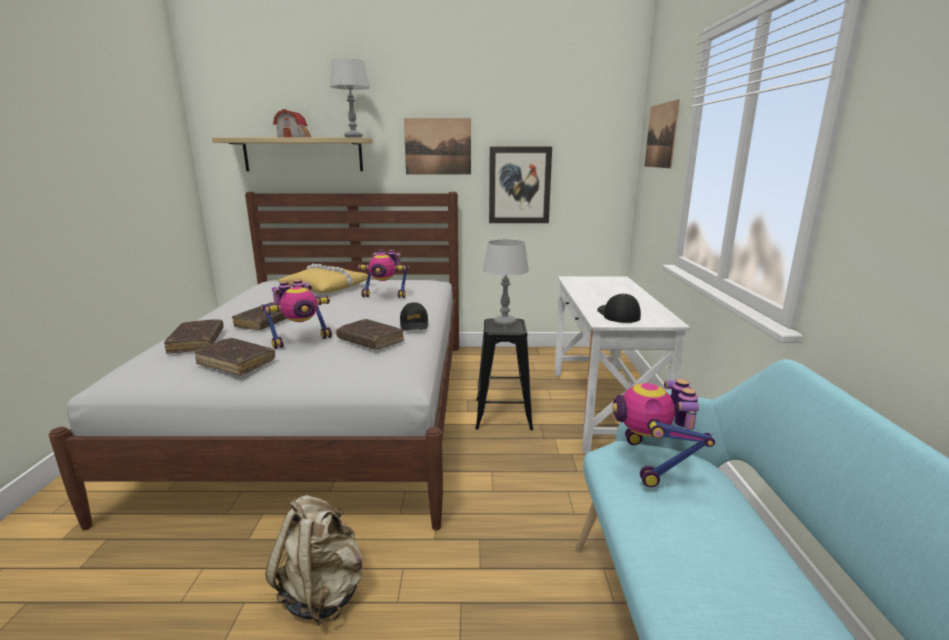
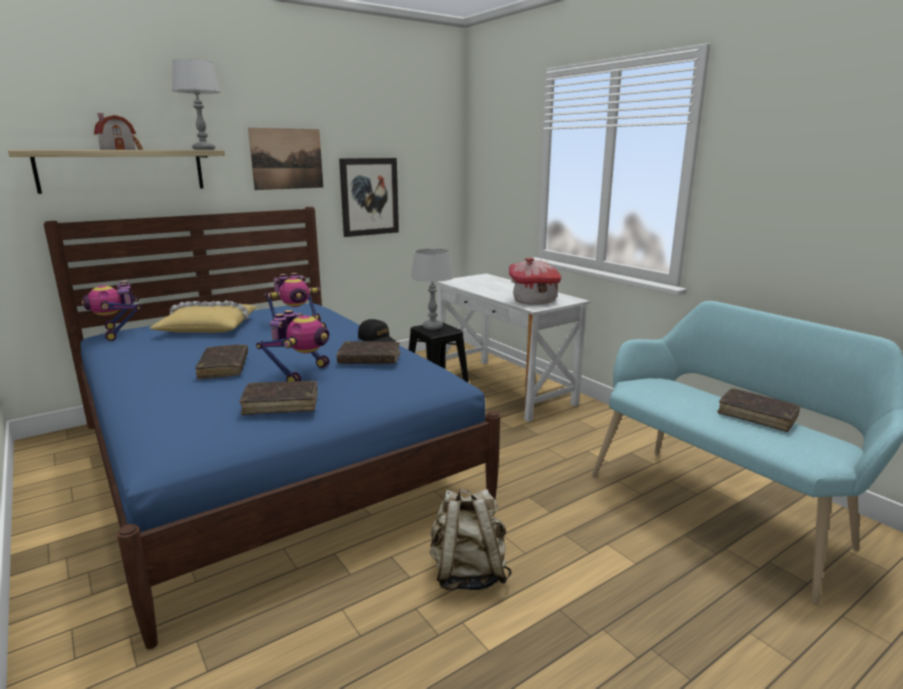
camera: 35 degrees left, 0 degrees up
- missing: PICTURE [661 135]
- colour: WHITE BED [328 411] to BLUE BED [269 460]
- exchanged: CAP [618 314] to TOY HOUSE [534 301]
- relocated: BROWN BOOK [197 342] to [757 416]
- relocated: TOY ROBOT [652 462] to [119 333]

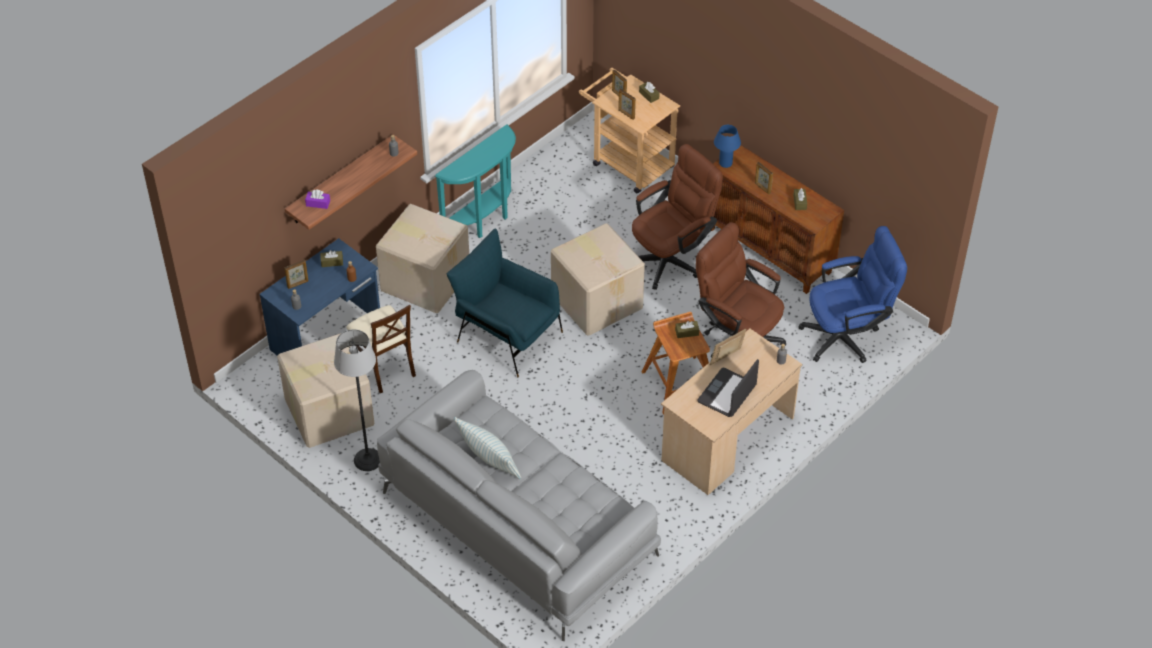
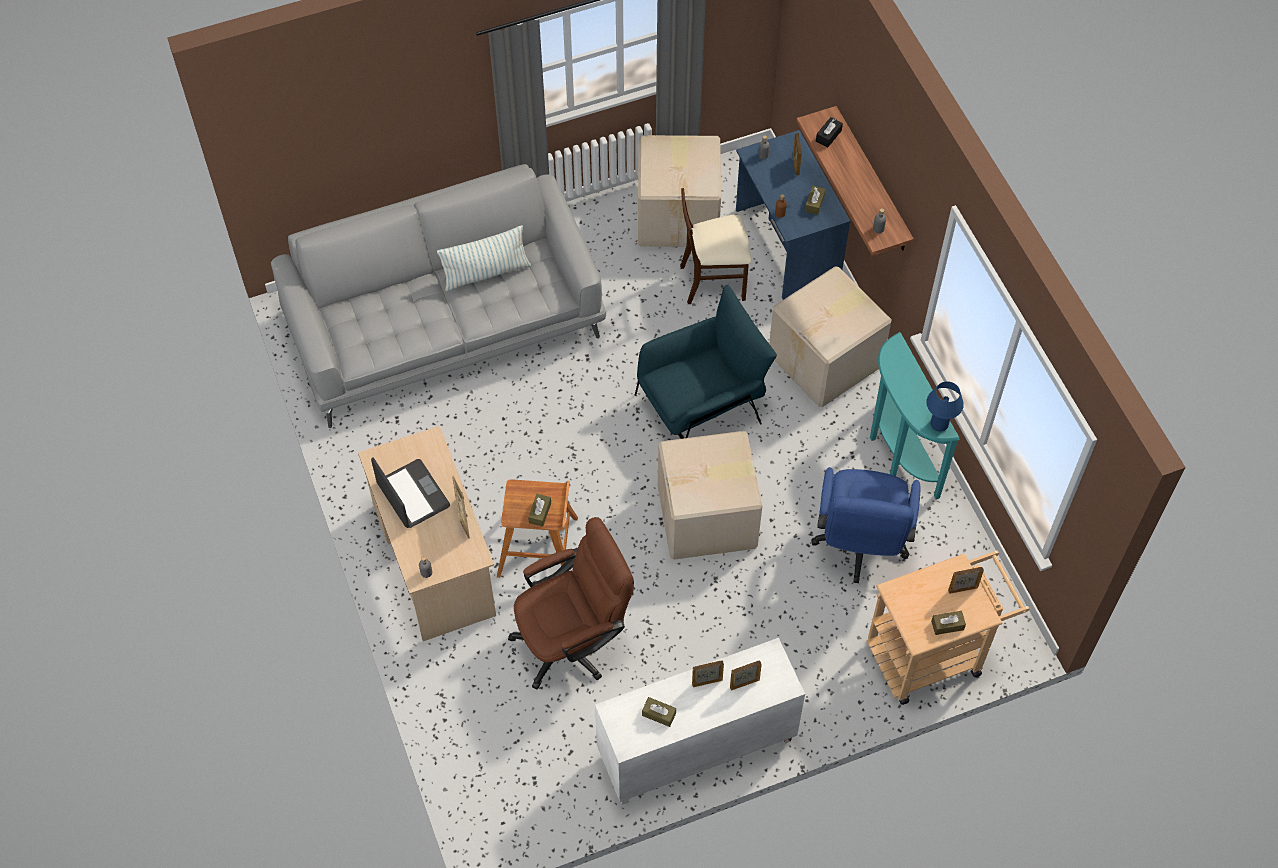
camera: 115 degrees right, 10 degrees up
- relocated: PICTURE FRAME [626 114] to [744 683]
- relocated: BLUE TABLE LAMP [725 163] to [939 424]
- missing: BROWN OFFICE CHAIR [672 258]
- colour: BROWN CABINET [770 250] to WHITE CABINET [695 750]
- colour: PURPLE TISSUE BOX [318 203] to BLACK TISSUE BOX [828 136]
- relocated: BLUE OFFICE CHAIR [847 336] to [859 546]
- missing: FLOOR LAMP [367 459]

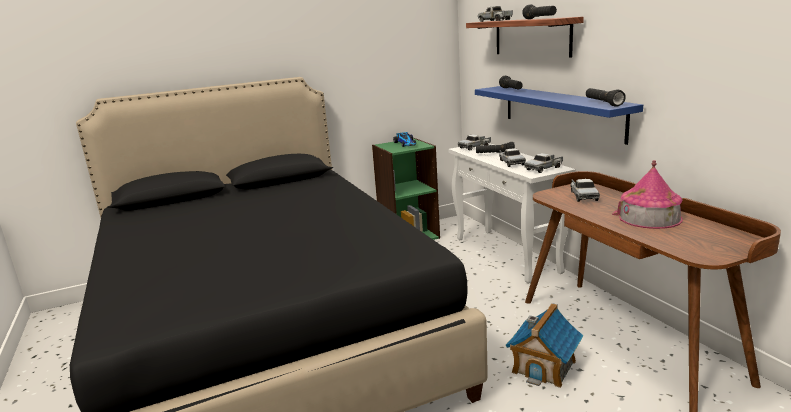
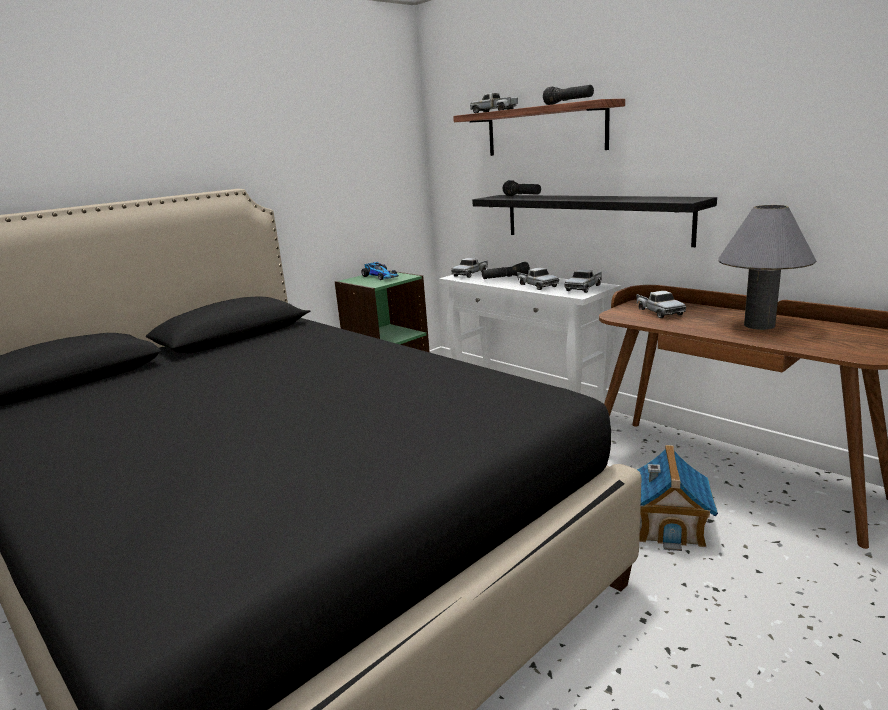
camera: 20 degrees left, 0 degrees up
- colour: BLUE SHELF [560 111] to BLACK SHELF [593 218]
- missing: BLACK FLASHLIGHT [603 103]
- exchanged: TOY HOUSE [649 217] to GREY TABLE LAMP [759 325]

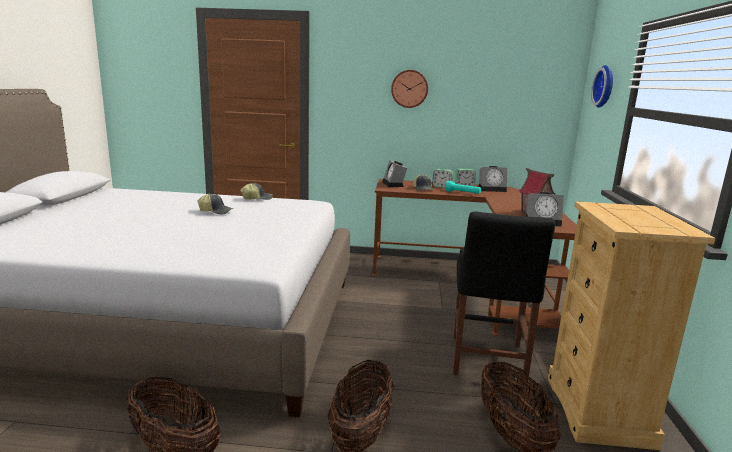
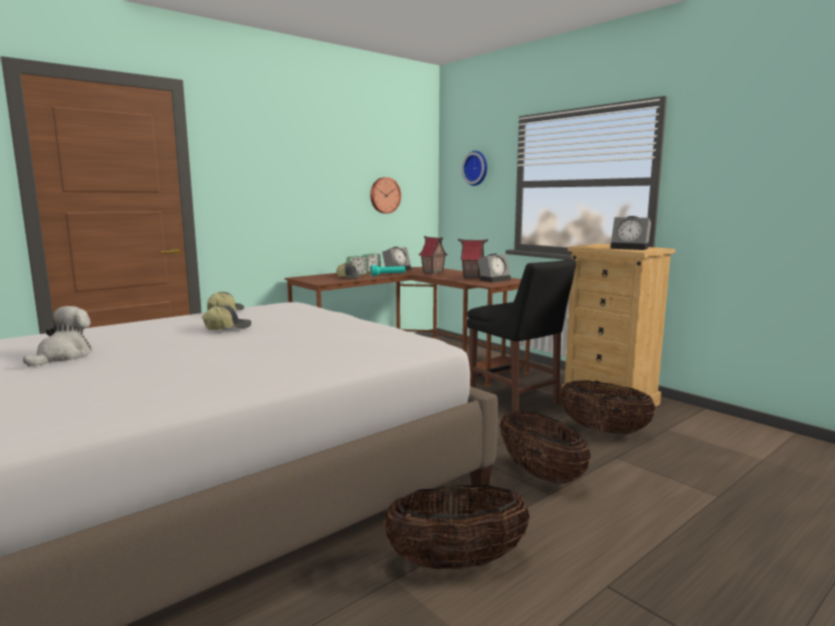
camera: 45 degrees left, 5 degrees down
- relocated: WALL CLOCK [409 89] to [384 195]
- relocated: ALARM CLOCK [394 184] to [631 248]
- appeared: TOY HOUSE [432 272]
- appeared: PLUSH TOY [63 356]

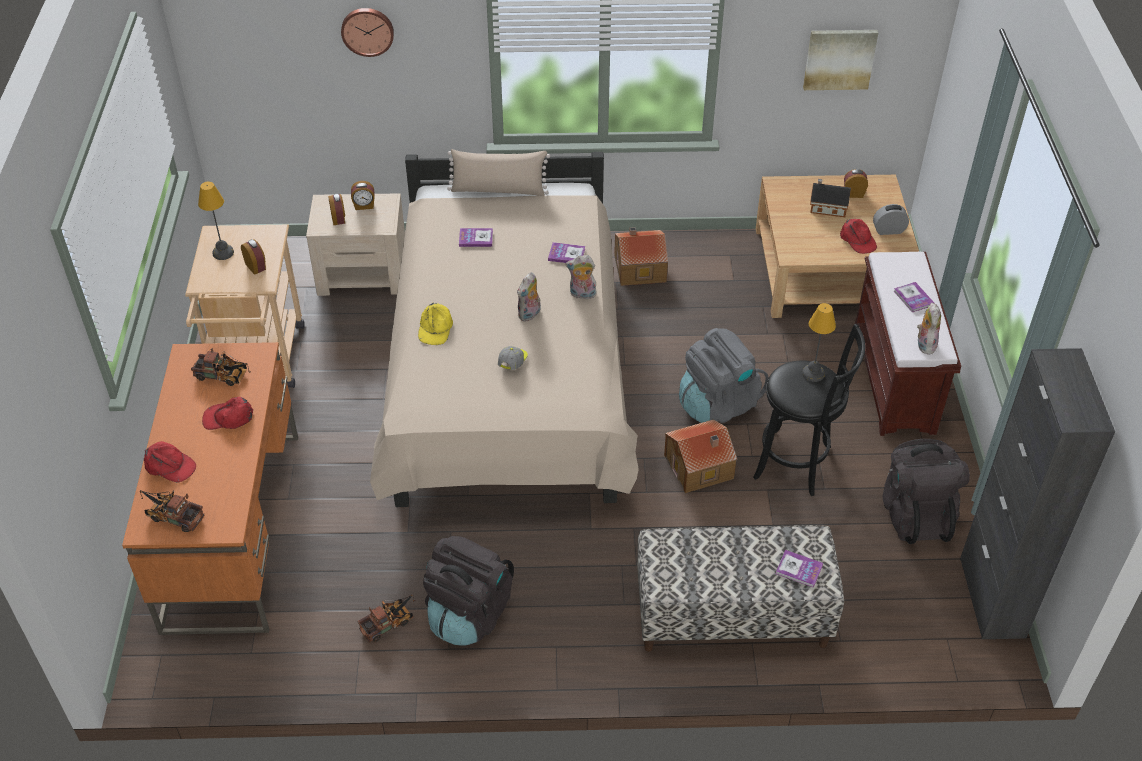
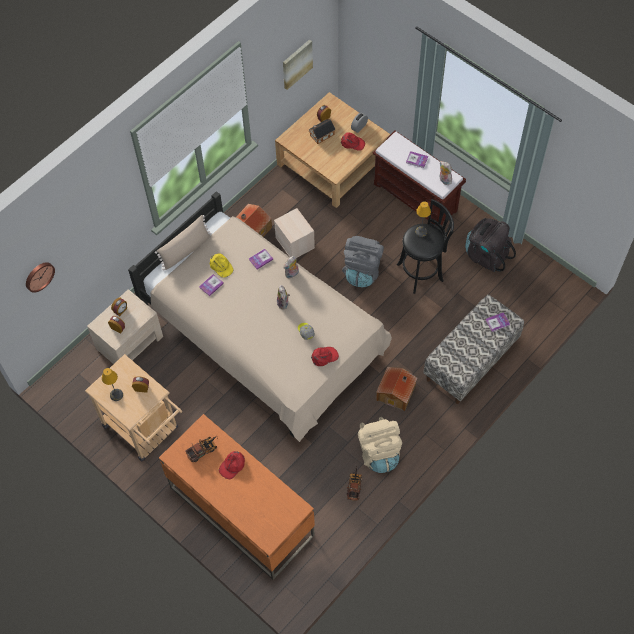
camera: 45 degrees left, 15 degrees up
- relocated: WALL CLOCK [367 30] to [39 276]
- relocated: YELLOW CAP [435 328] to [221 266]
- missing: BLACK CABINET [992 597]
- relocated: TOY HOUSE [700 467] to [396 392]
- relocated: RED CAP [170 466] to [324 356]
- missing: TOY TRUCK [172 516]
- colour: BLACK BACKPACK [469 614] to BEIGE BACKPACK [379 452]
- appeared: BEIGE STORAGE BOX [295 243]

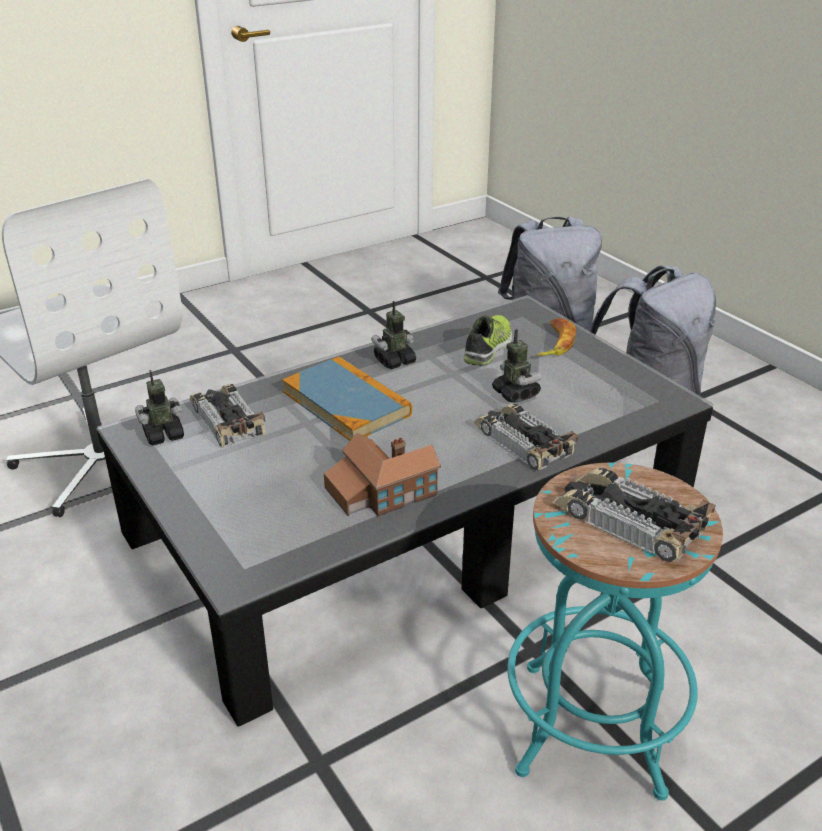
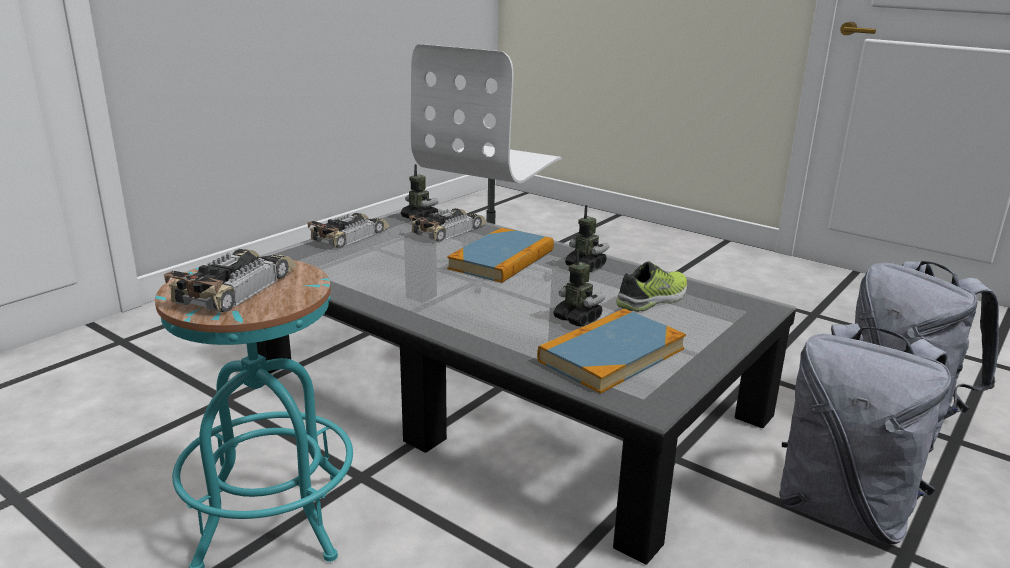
camera: 70 degrees right, 10 degrees down
- spun: SHOE [489 347] = [653 299] 45 degrees counterclockwise
- missing: BANANA [554 343]
- spun: TOY ROBOT [515 393] = [577 319] 90 degrees counterclockwise
- relocated: TOY CAR [522 441] to [351 235]
- missing: TOY HOUSE [380 492]
- appeared: BOOK [611 355]

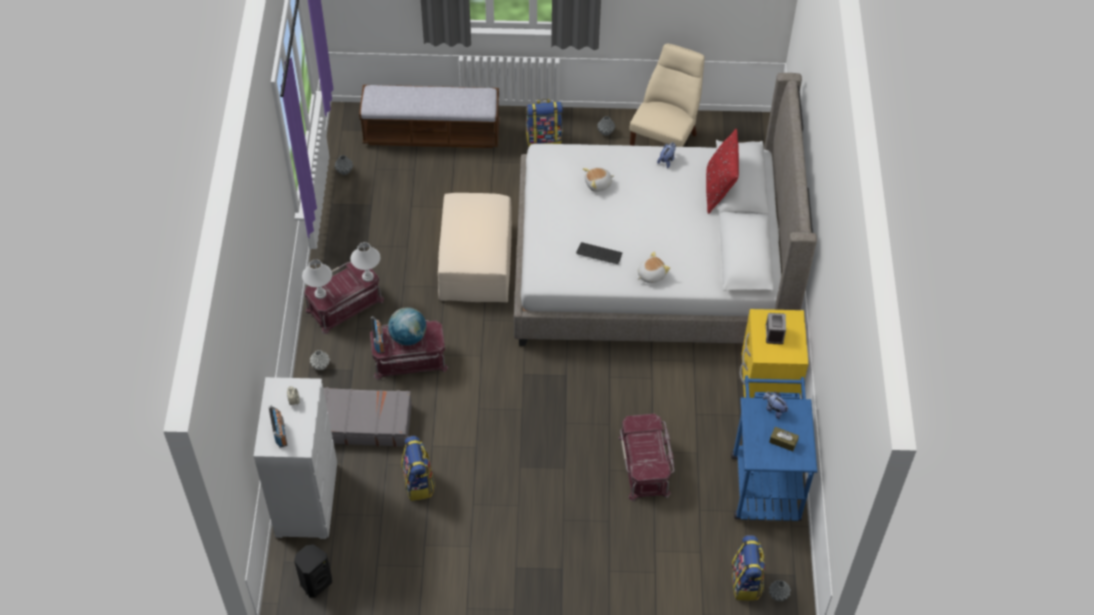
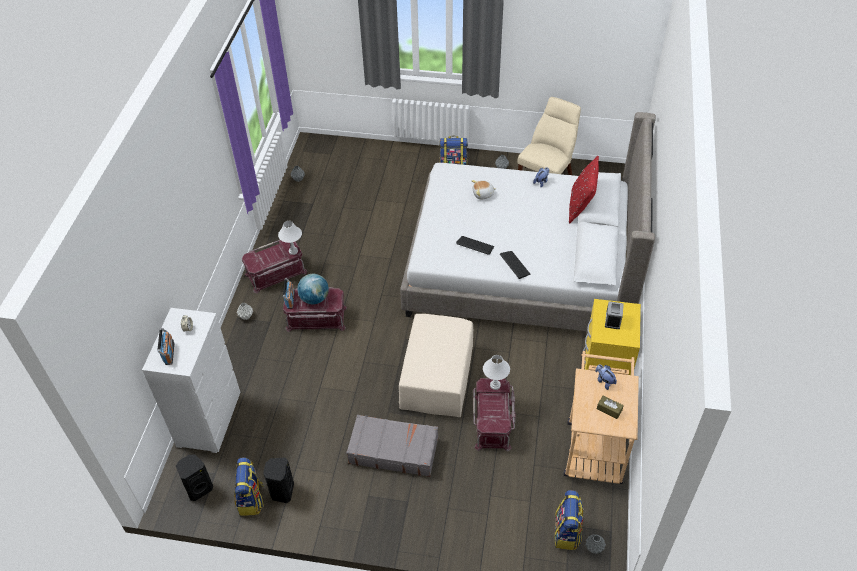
camera: 10 degrees right, 5 degrees down
- missing: BENCH [432 134]
- relocated: BEIGE OTTOMAN [476 262] to [437 377]
- exchanged: PLUSH TOY [650 274] to KEYBOARD [515 265]
- relocated: WHITE TABLE LAMP [320 294] to [495 385]
- colour: BLUE CART [764 479] to BEIGE CART [594 445]
- relocated: GREY SUITCASE [362 423] to [393 450]
- relocated: BACKPACK [419 482] to [251 499]
- appeared: BLACK SPEAKER [282 491]

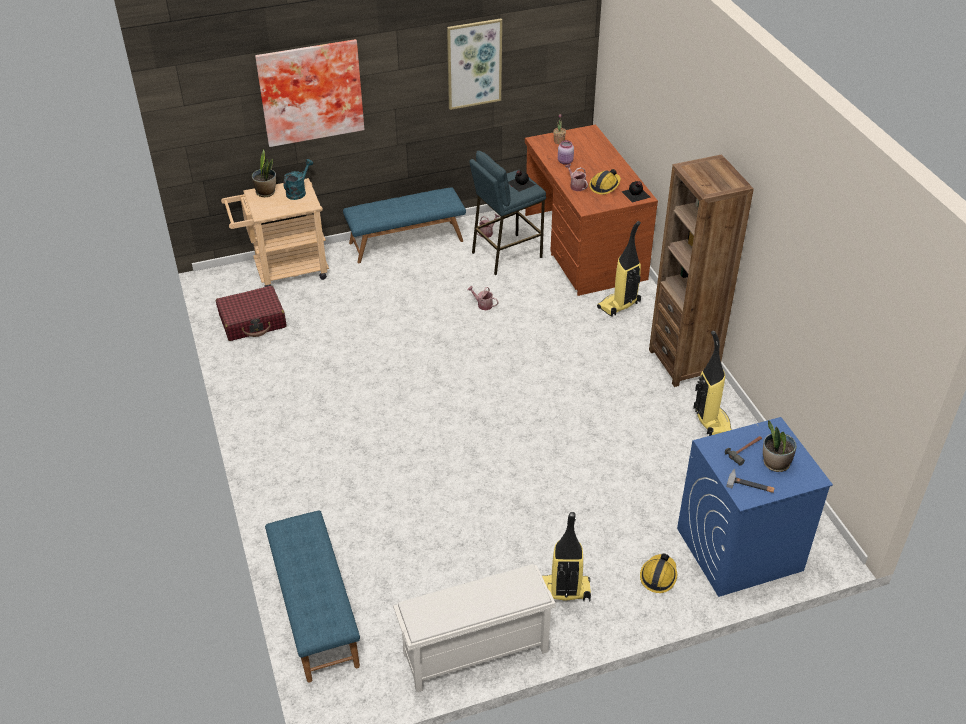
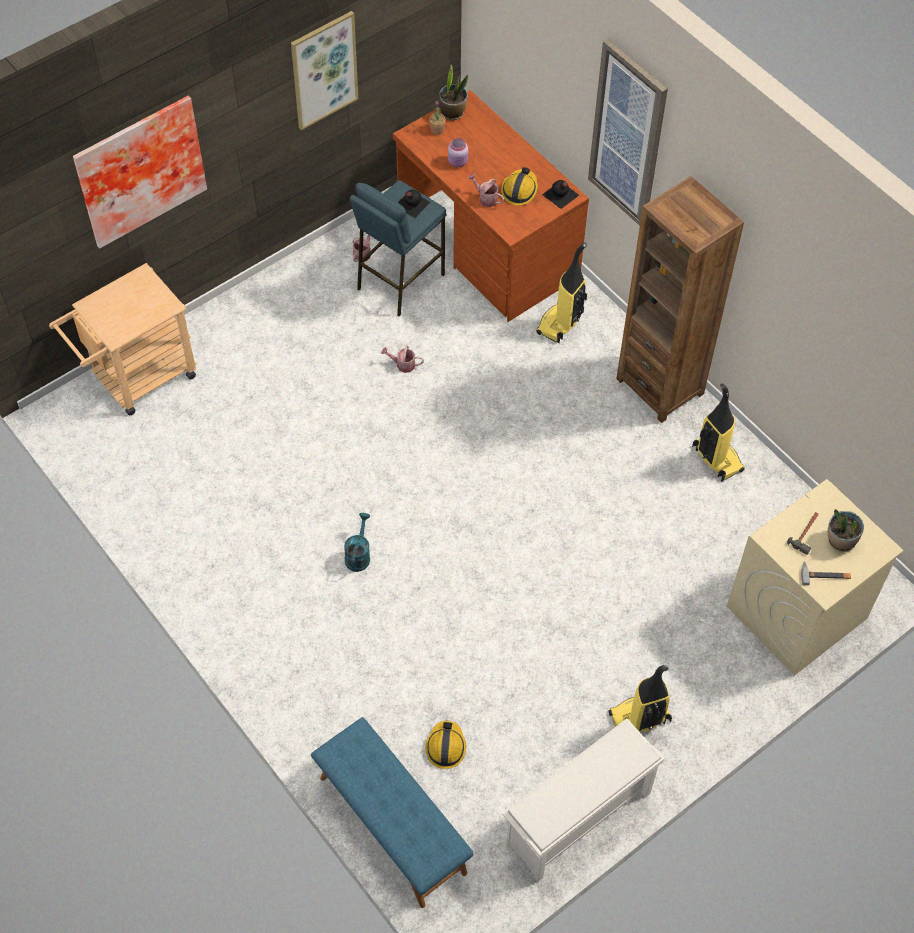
camera: 20 degrees left, 15 degrees up
- relocated: POTTED PLANT [266 192] to [452 112]
- relocated: TURQUOISE WATERING CAN [298 192] to [358 555]
- missing: BLUE BENCH [406 241]
- missing: RED SUITCASE [253 321]
- colour: BLUE WASHING MACHINE [738 550] to BEIGE WASHING MACHINE [796 613]
- relocated: HARD HAT [658 576] to [445 747]
- appeared: PICTURE [628 134]

